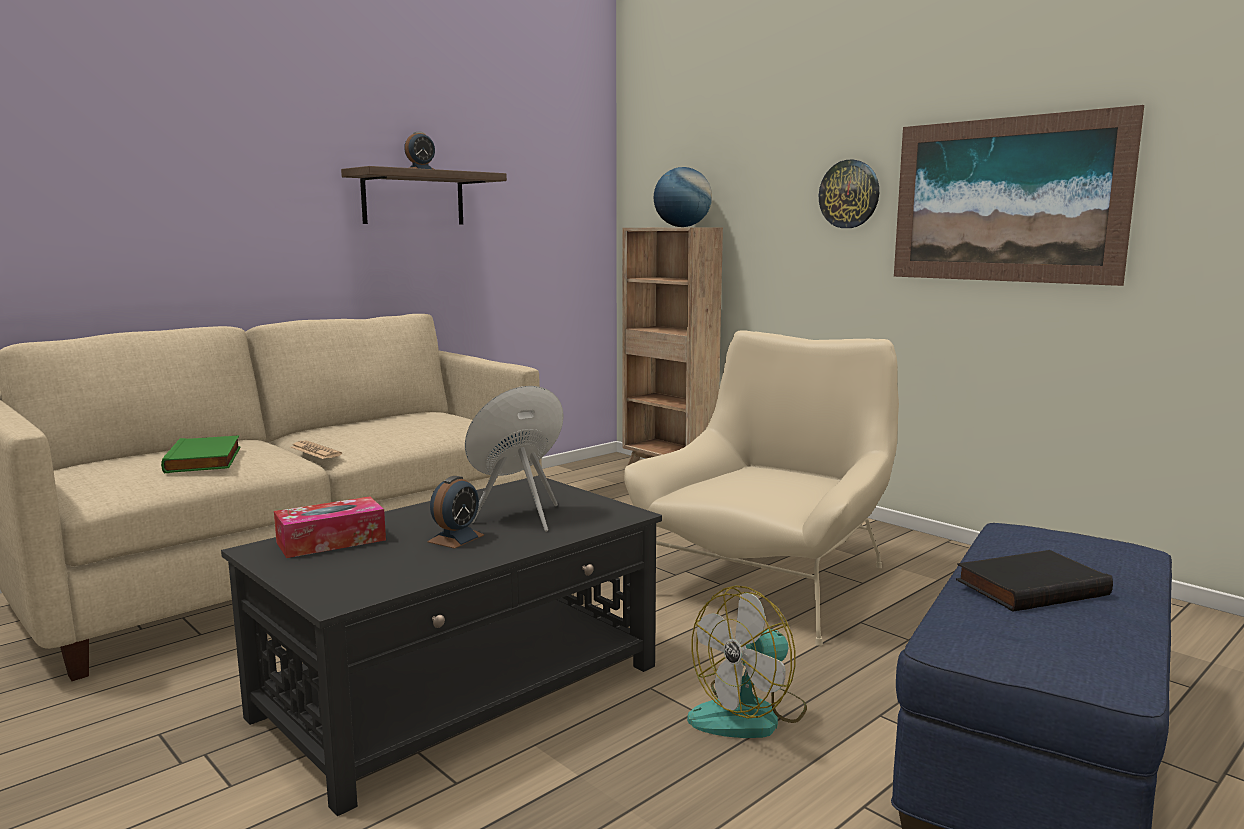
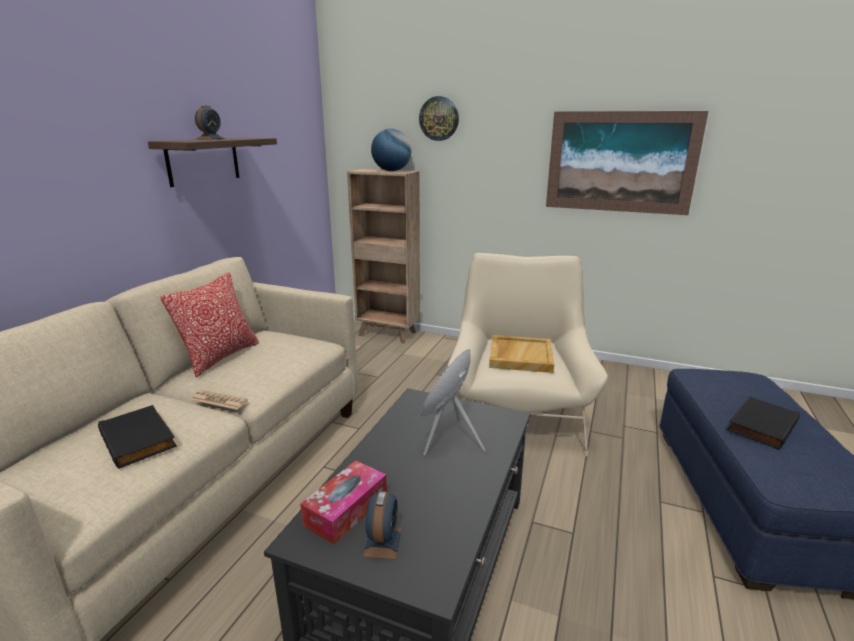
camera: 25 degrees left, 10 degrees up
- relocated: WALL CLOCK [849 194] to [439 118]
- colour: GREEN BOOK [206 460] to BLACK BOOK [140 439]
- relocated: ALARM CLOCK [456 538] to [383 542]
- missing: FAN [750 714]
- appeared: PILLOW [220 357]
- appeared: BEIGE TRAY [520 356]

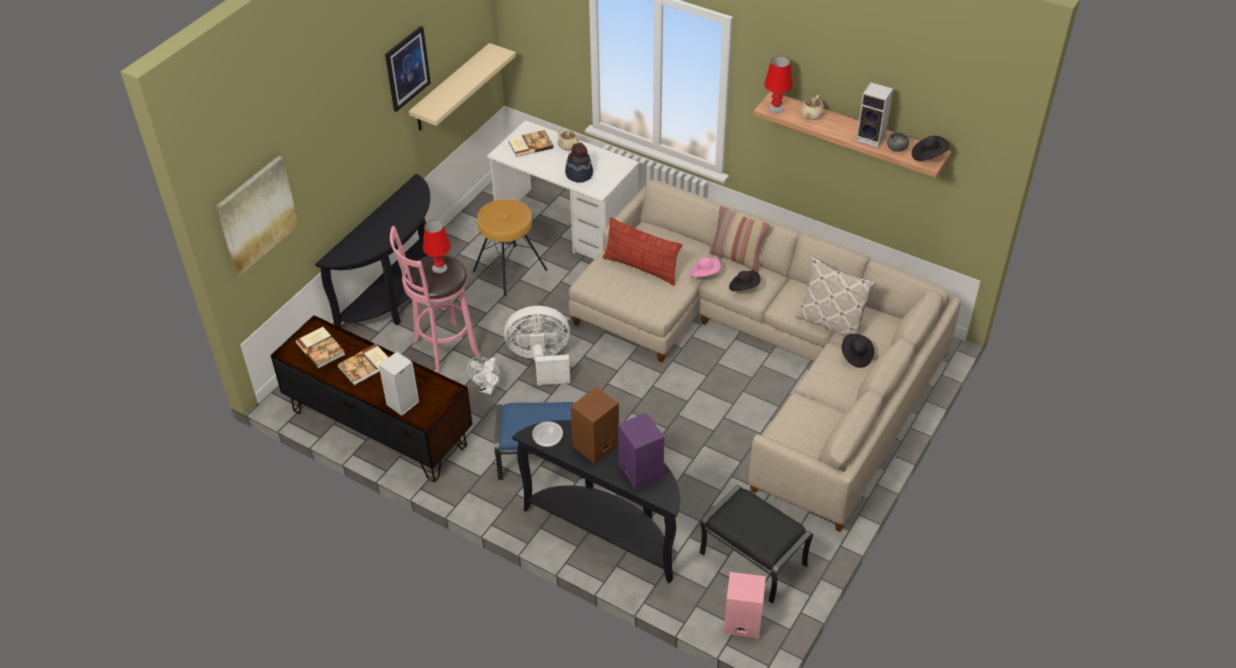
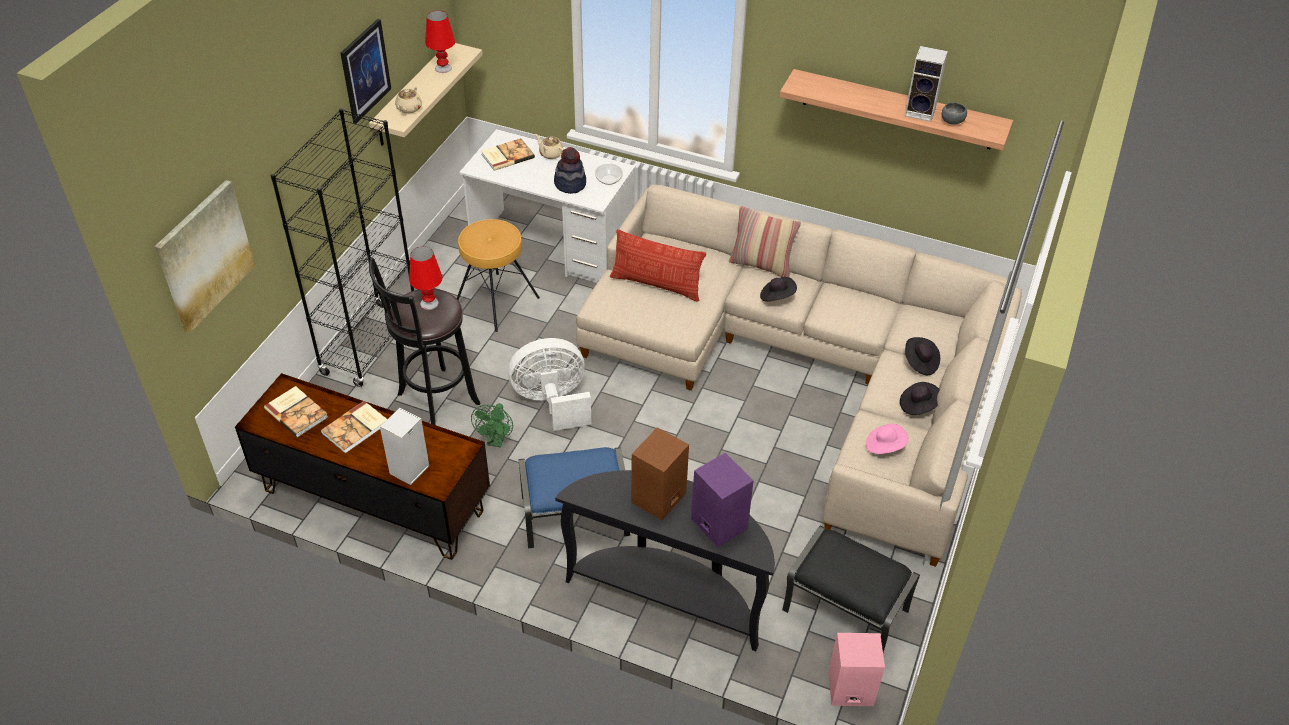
camera: 10 degrees left, 0 degrees up
- relocated: RED TABLE LAMP [776 108] to [443 68]
- relocated: BEIGE TEAPOT [811 115] to [409 108]
- relocated: BLACK HAT [928 156] to [918 405]
- exchanged: BLACK CONSOLE TABLE [397 298] to BLACK BOOKCASE [370 345]
- colour: PINK STOOL [443 350] to BLACK STOOL [435 401]
- missing: PILLOW [831 323]
- relocated: PINK HAT [705 274] to [884 446]
- colour: WHITE FAN [488 389] to GREEN FAN [496 440]
- relocated: BOWL [548 440] to [609 180]

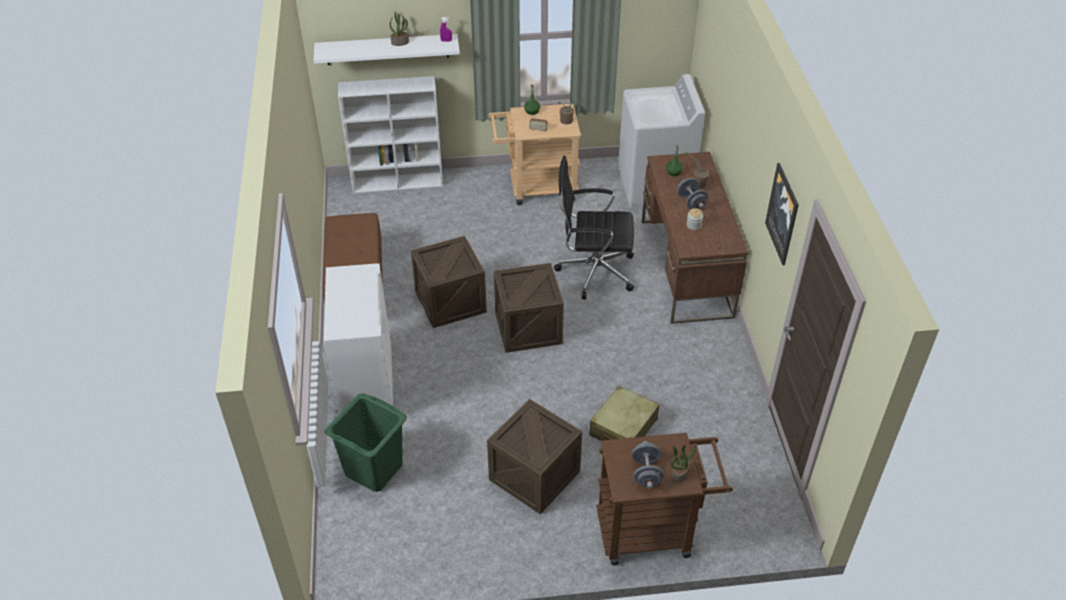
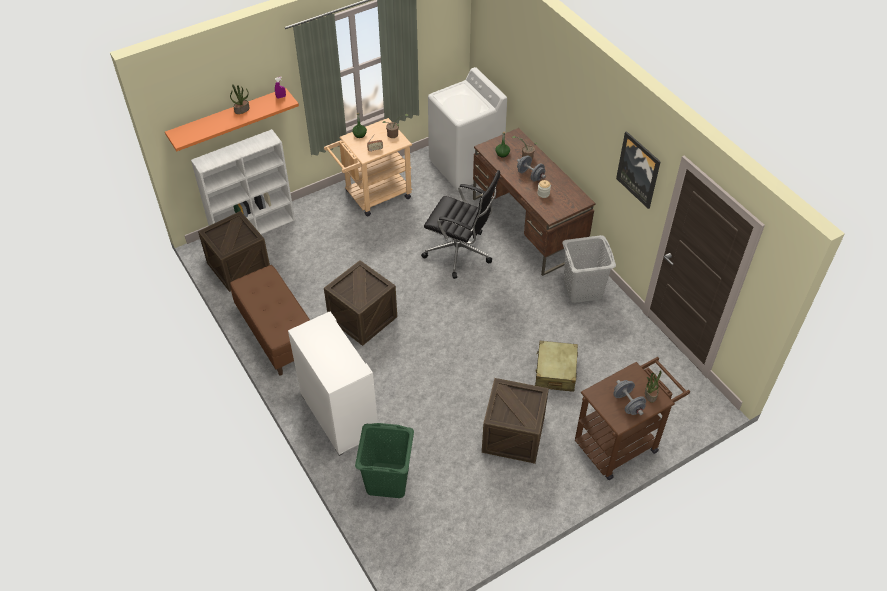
camera: 25 degrees left, 5 degrees up
- colour: WHITE SHELF [387 49] to ORANGE SHELF [228 118]
- spun: BLACK OFFICE CHAIR [593 271] = [460 253] 135 degrees counterclockwise
- relocated: CRATE [528 327] to [239 267]
- appeared: GREY LAUNDRY BASKET [583 289]

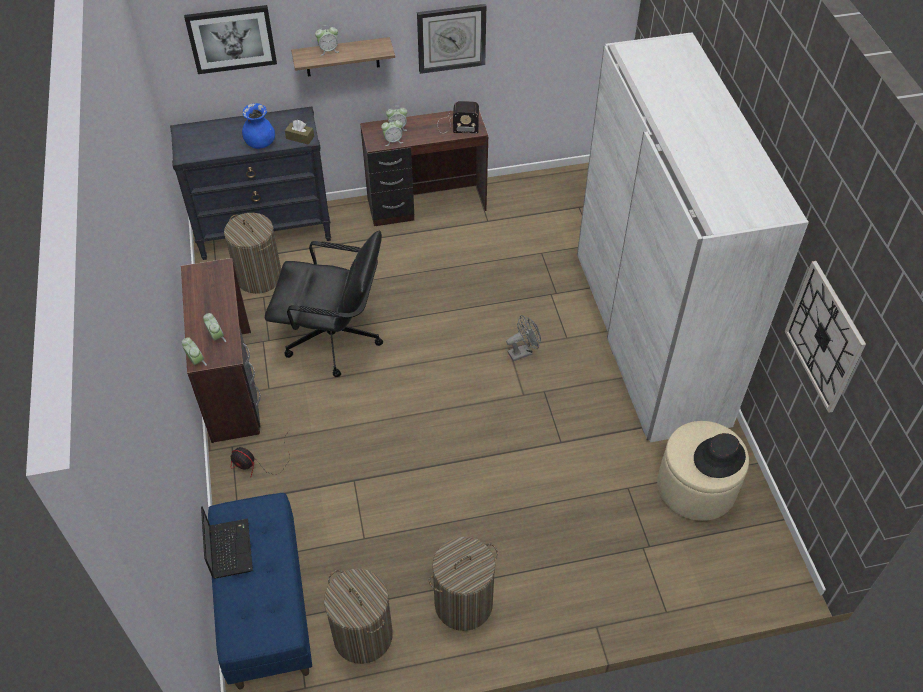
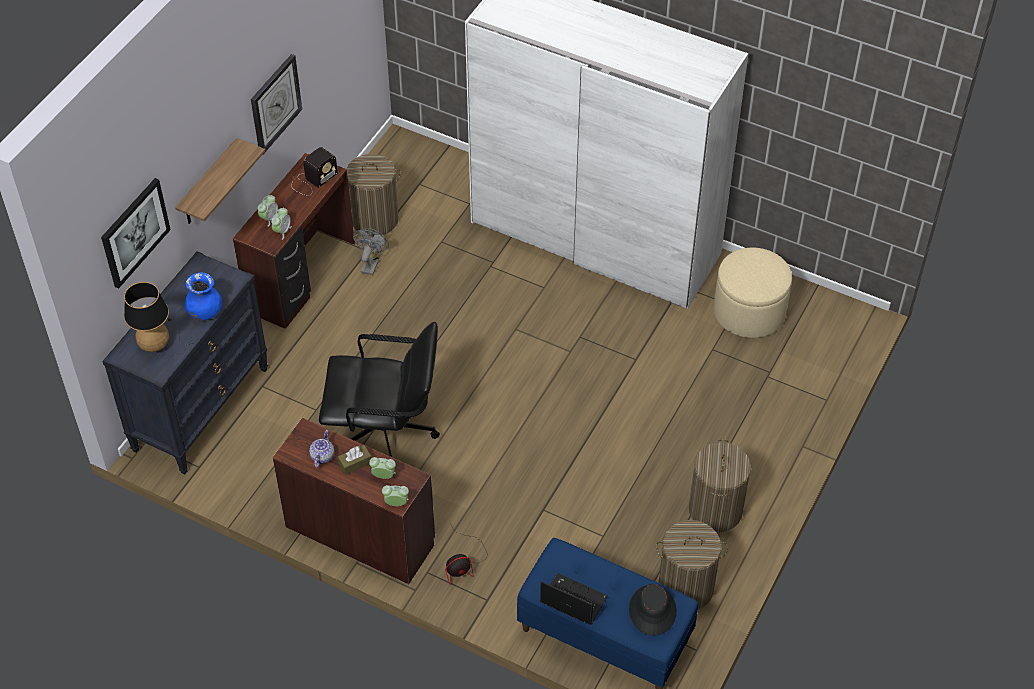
camera: 50 degrees left, 0 degrees up
- missing: ALARM CLOCK [328 50]
- relocated: BROWN TISSUE BOX [300 137] to [355 463]
- relocated: LAUNDRY BASKET [259 277] to [375 219]
- spun: BLACK OFFICE CHAIR [334 340] = [386 435] 45 degrees clockwise
- missing: WALL CLOCK [824 336]
- relocated: GREY FAN [523 352] to [371 263]
- relocated: BLACK HAT [719 457] to [652 610]
- appeared: TABLE LAMP [160 344]
- appeared: TEAPOT [322 456]

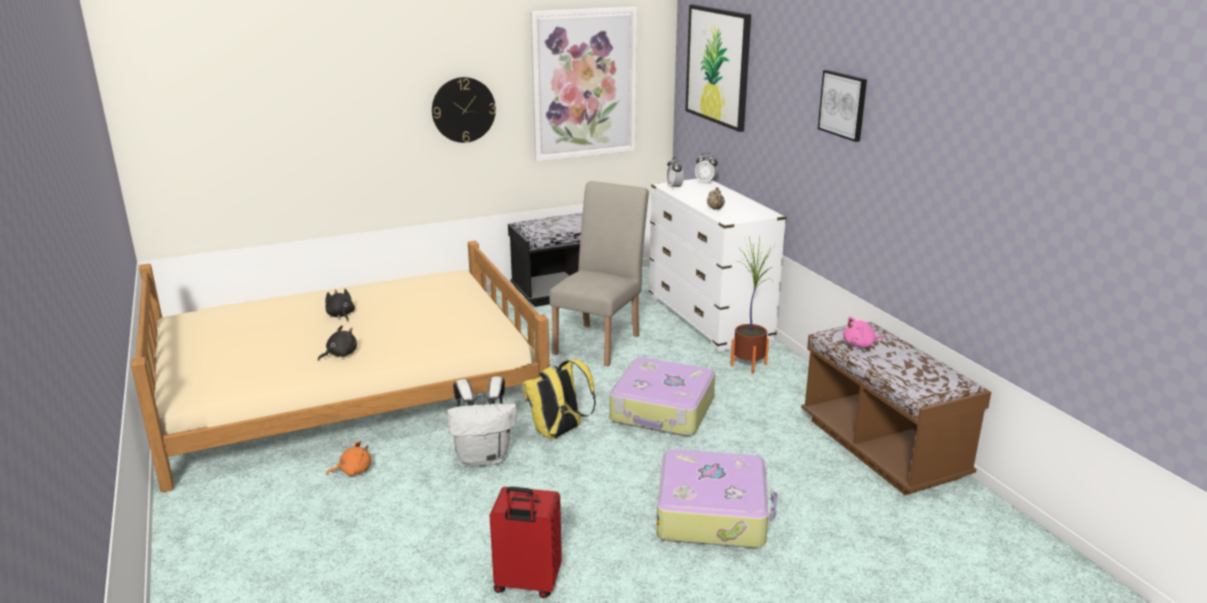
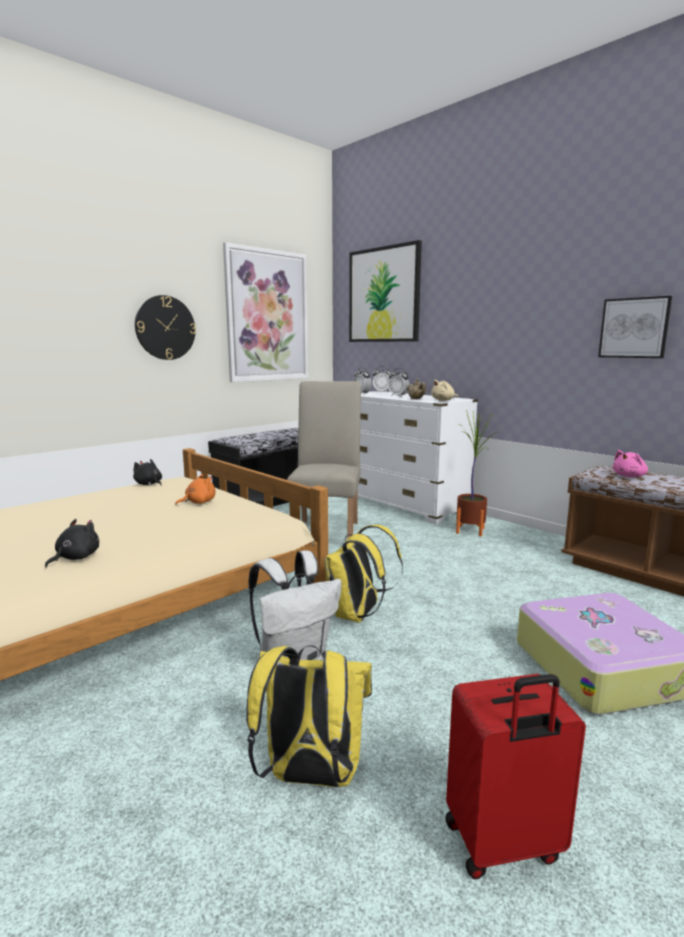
camera: 20 degrees left, 10 degrees down
- relocated: PICTURE [843 105] to [634 328]
- relocated: BLACK PLUSH TOY [341 315] to [149 484]
- missing: SUITCASE [663 410]
- relocated: ORANGE PLUSH TOY [353 471] to [198 502]
- appeared: ALARM CLOCK [398 396]
- appeared: BEIGE PLUSH TOY [444 400]
- appeared: YELLOW BACKPACK [310 776]

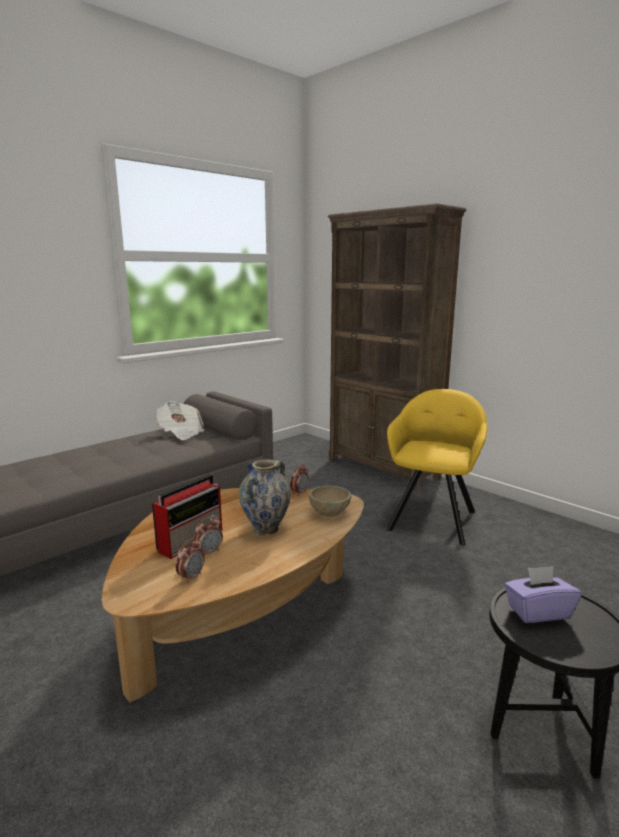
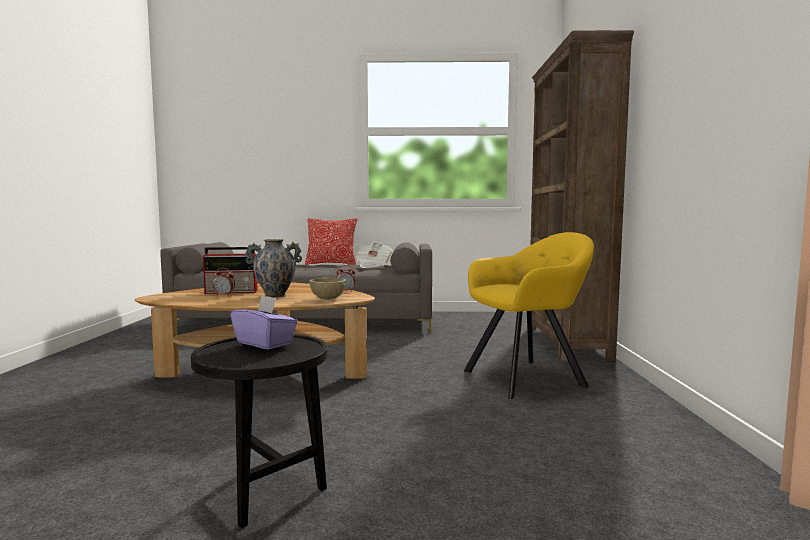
camera: 45 degrees right, 10 degrees down
- missing: ALARM CLOCK [191 577]
- appeared: PILLOW [331 264]

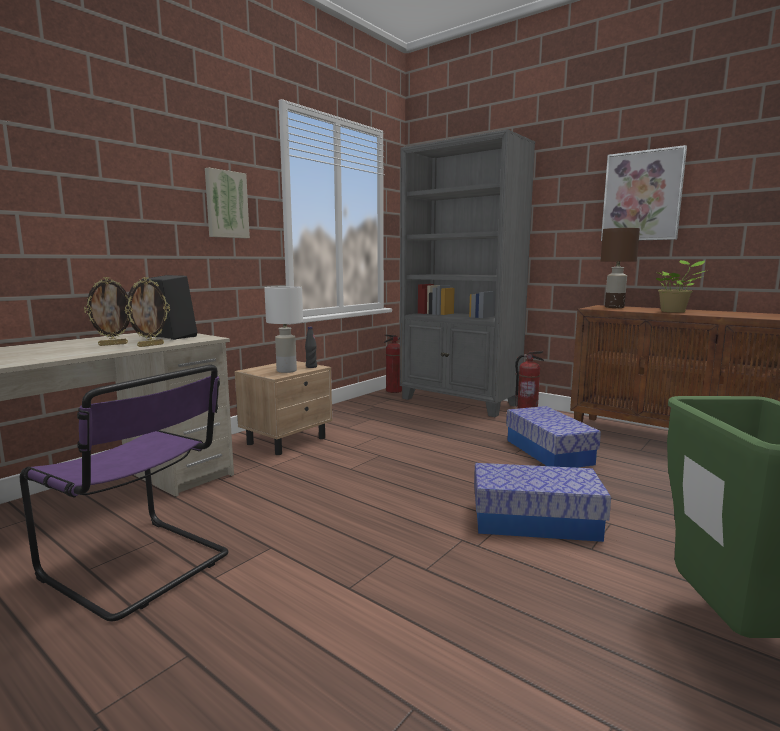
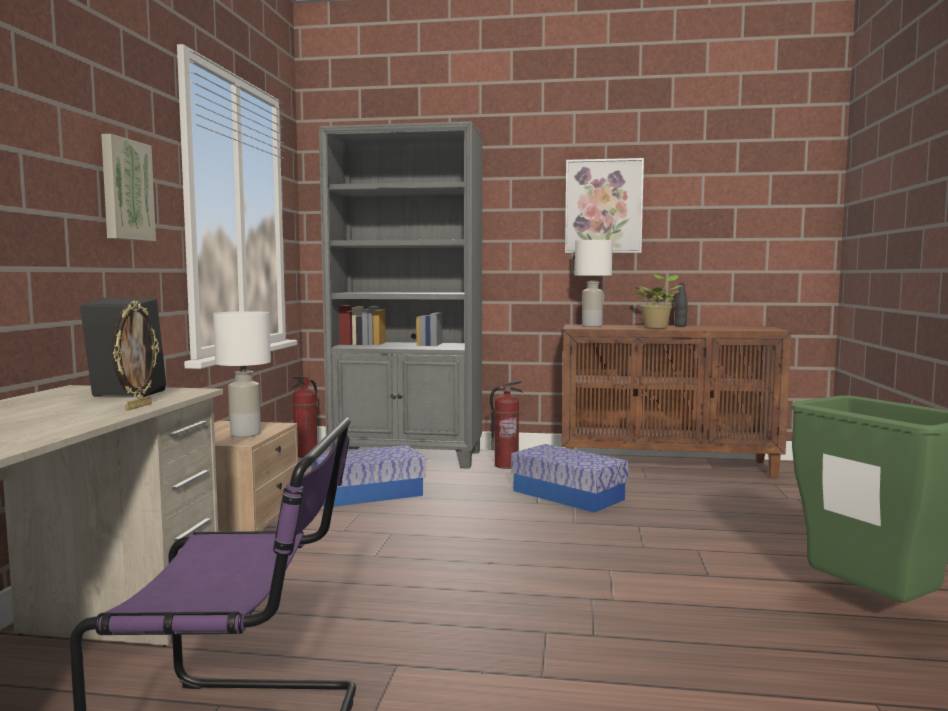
camera: 30 degrees left, 5 degrees down
- colour: BROWN TABLE LAMP [613 307] to WHITE TABLE LAMP [591 326]
- missing: PICTURE FRAME [113 344]
- relocated: BLACK BOTTLE [311 367] to [680 326]
- relocated: STORAGE BOX [535 521] to [368 494]

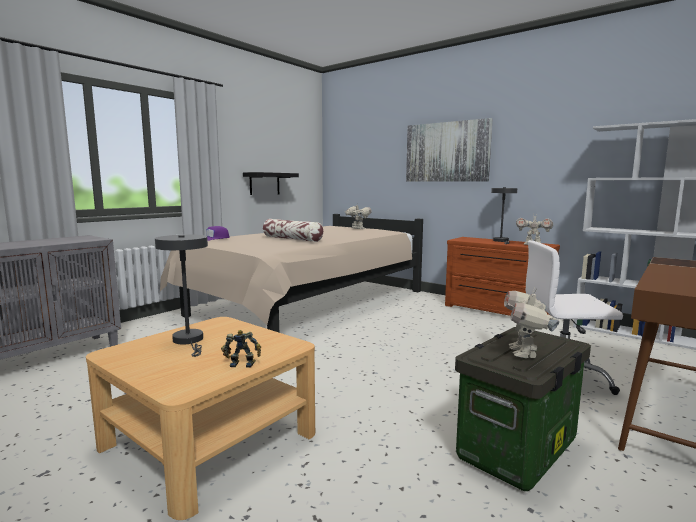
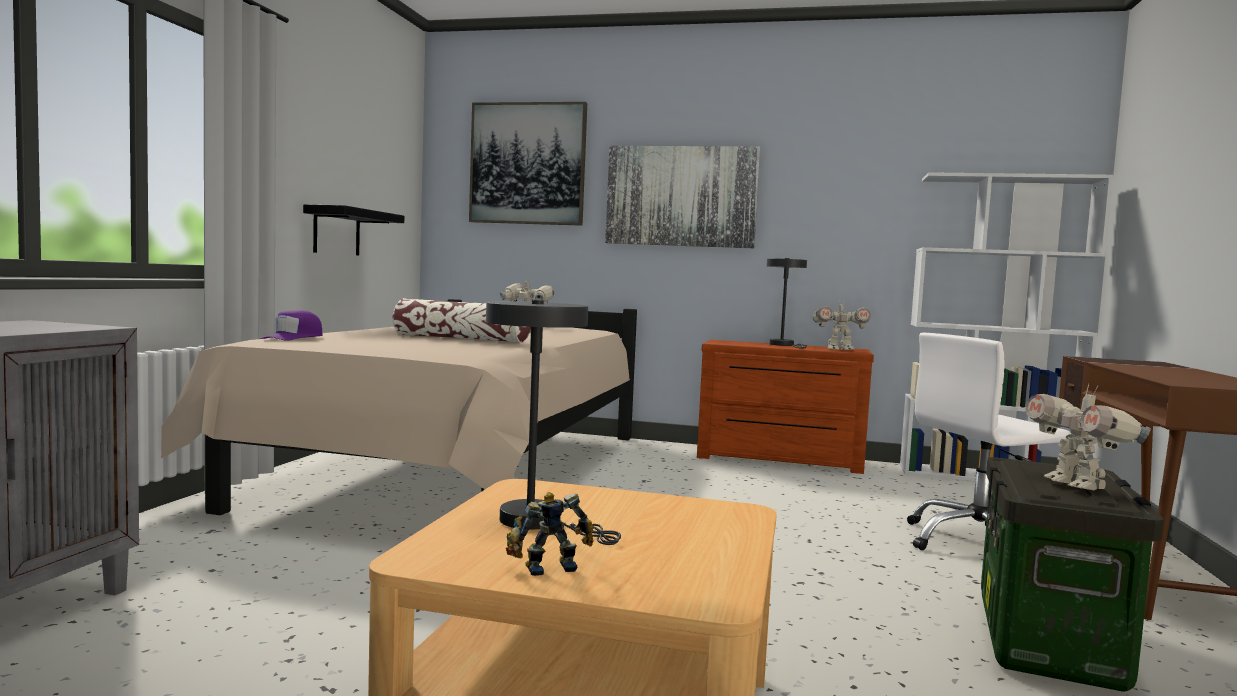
camera: 25 degrees left, 5 degrees down
- relocated: TOY ROBOT [242 363] to [548 566]
- appeared: PICTURE [528 164]

